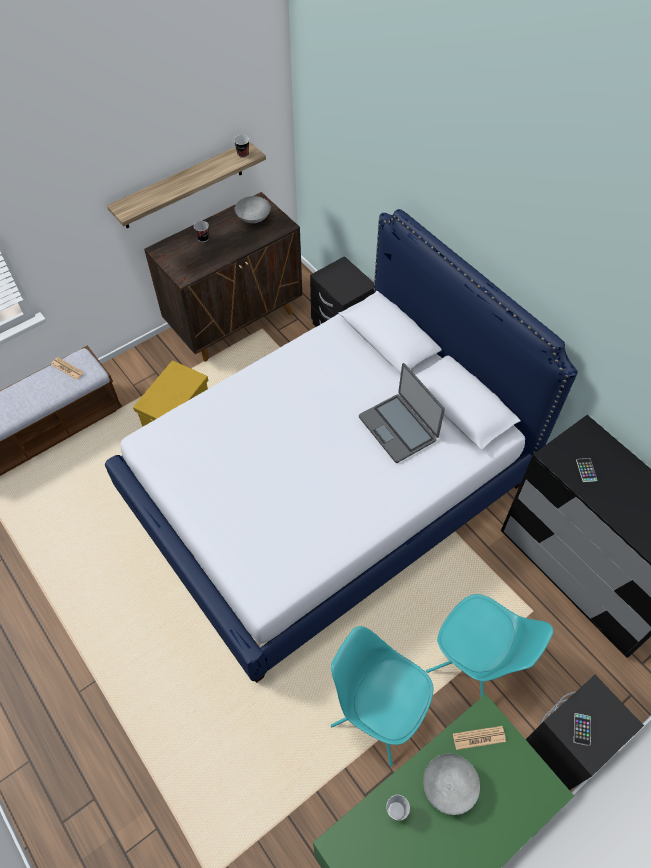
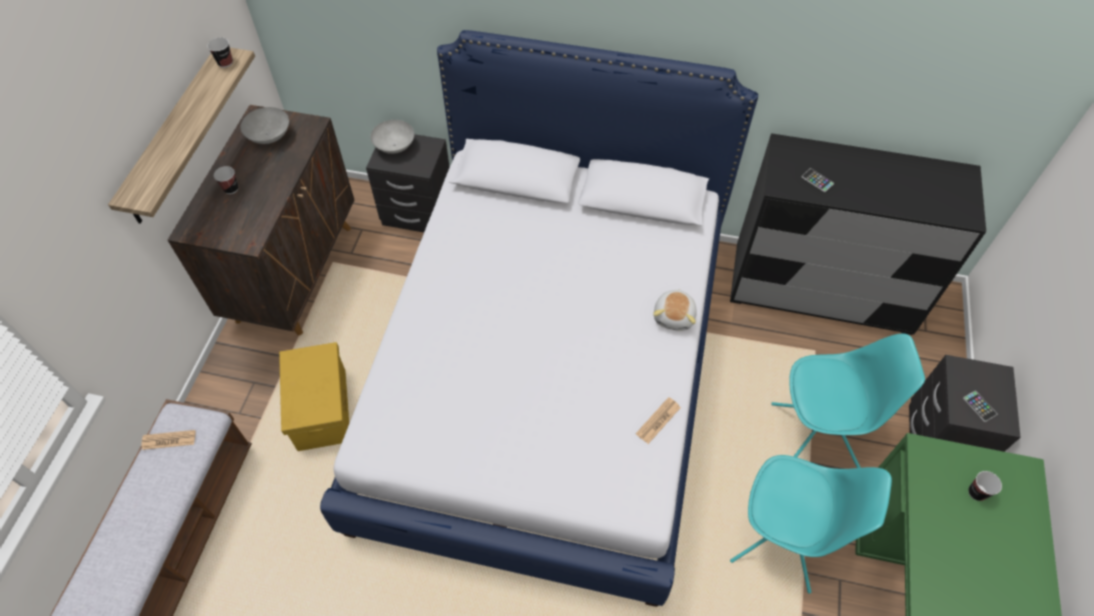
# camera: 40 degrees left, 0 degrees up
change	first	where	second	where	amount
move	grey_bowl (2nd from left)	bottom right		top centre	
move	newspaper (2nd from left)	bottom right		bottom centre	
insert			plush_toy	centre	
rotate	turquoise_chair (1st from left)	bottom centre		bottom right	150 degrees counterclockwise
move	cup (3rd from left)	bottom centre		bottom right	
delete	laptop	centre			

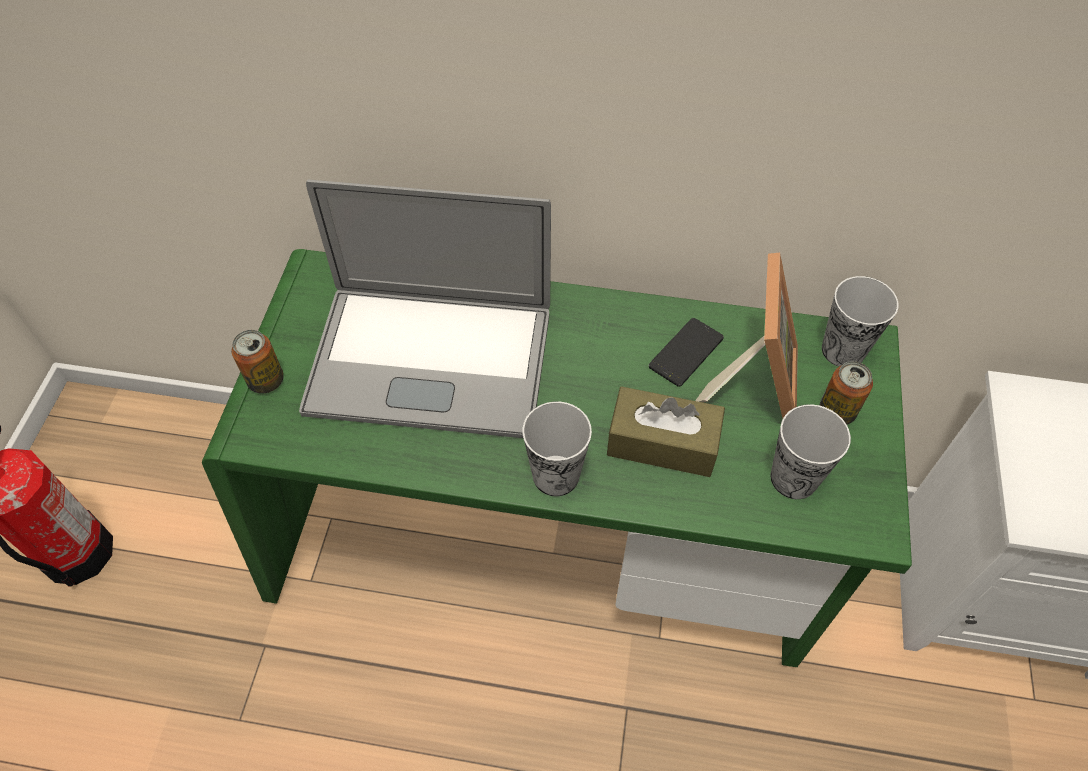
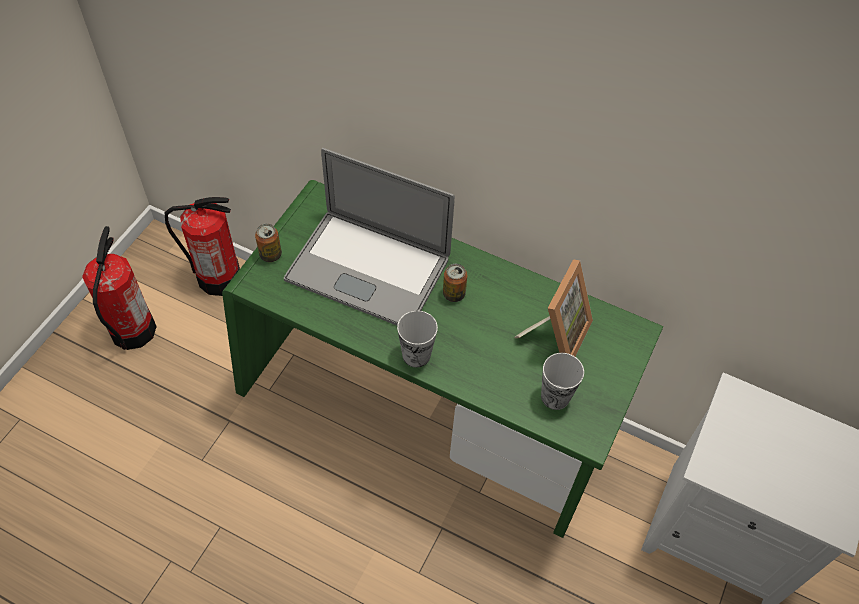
# camera: 15 degrees right, 0 degrees up
change	first	where	second	where	amount
insert			fire_extinguisher (2nd from left)	middle left	
move	can (2nd from left)	middle right		centre	
delete	brown_tissue_box	centre			
delete	phone	centre			
delete	cup (3rd from left)	middle right			

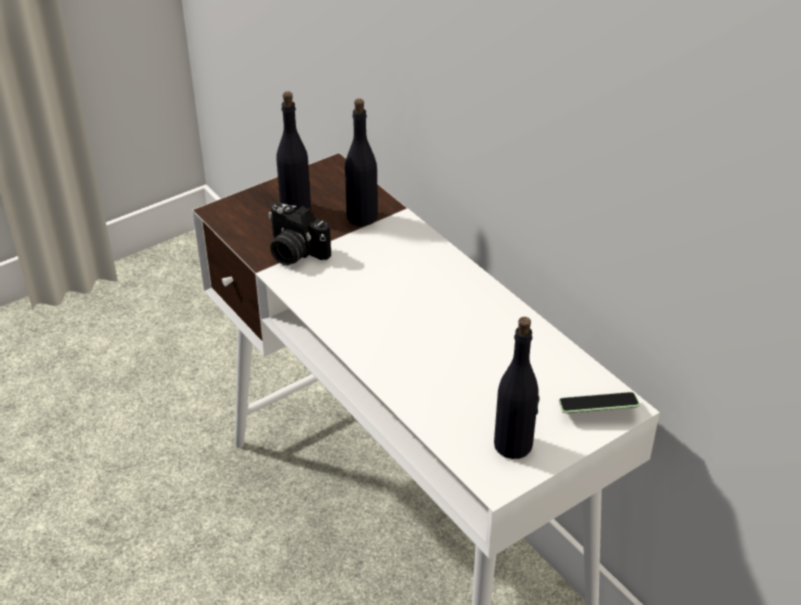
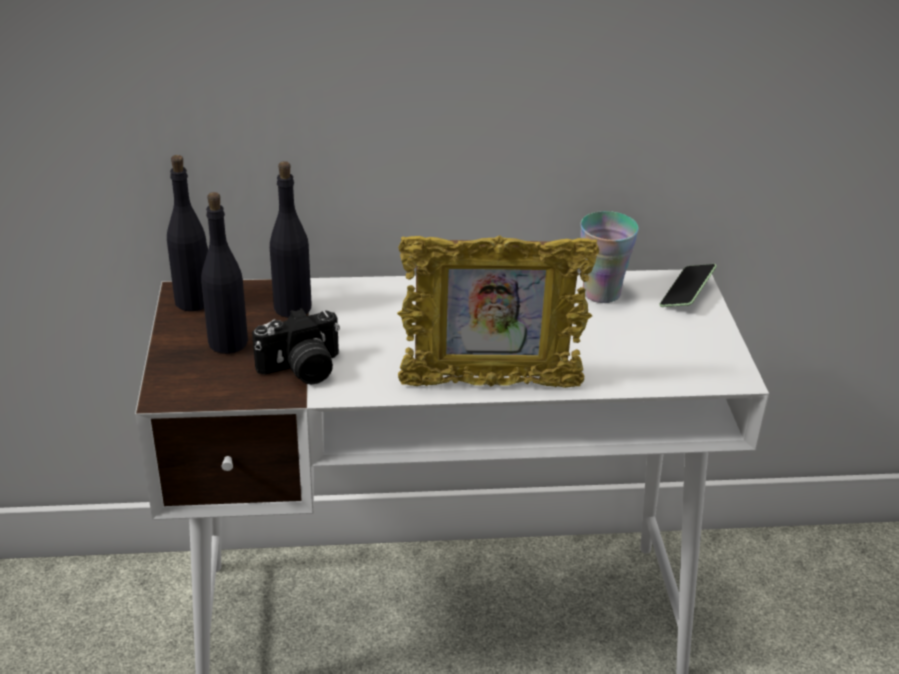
# camera: 60 degrees left, 5 degrees down
change	first	where	second	where	amount
move	black_bottle (3rd from left in the first image)	centre	black_bottle (1st from left)	middle left	
insert			picture_frame	centre	
insert			cup	middle right	

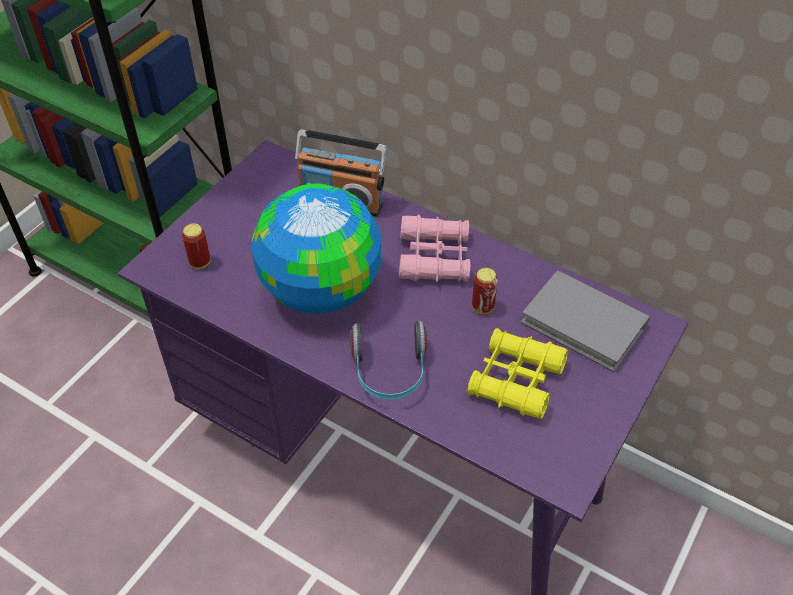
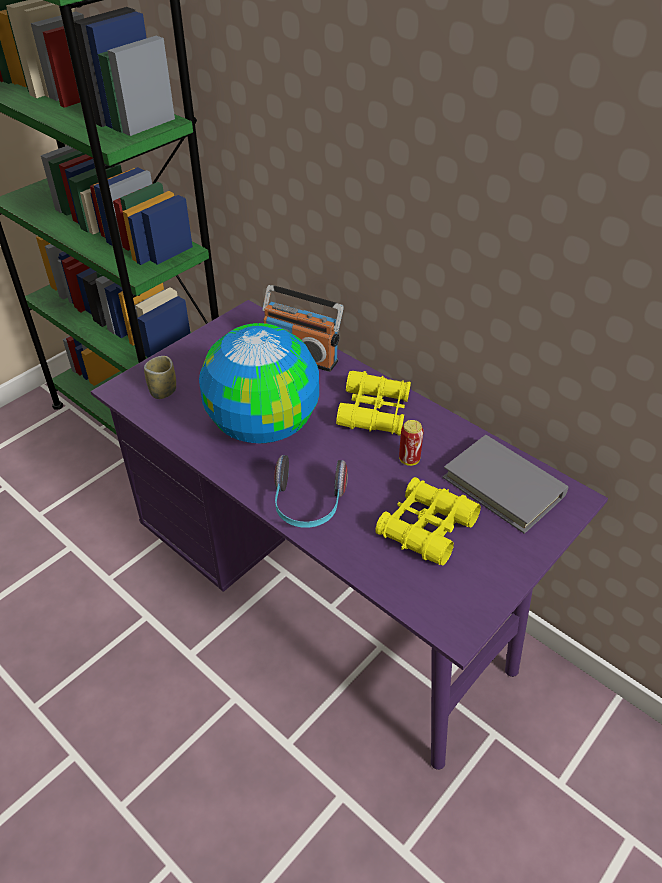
# camera: 10 degrees right, 5 degrees down
change	first	where	second	where	amount
replace	can (1st from left)	middle left	cup	middle left	
recolor	pink_binoculars	centre	yellow_binoculars (1st from left)	centre	

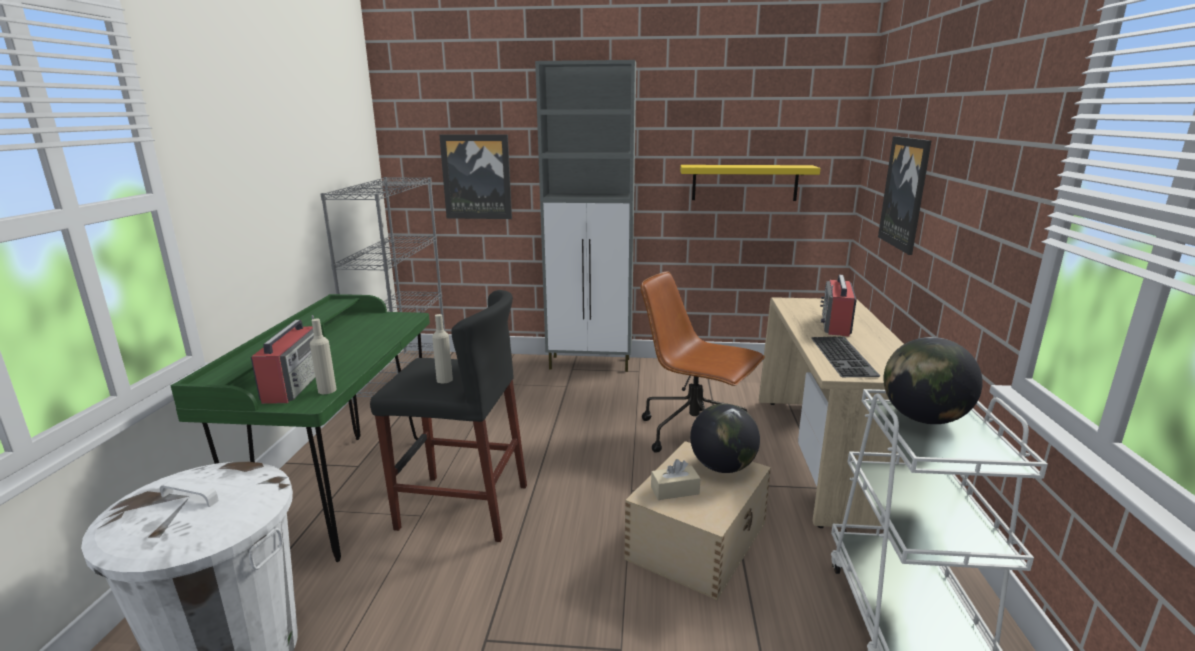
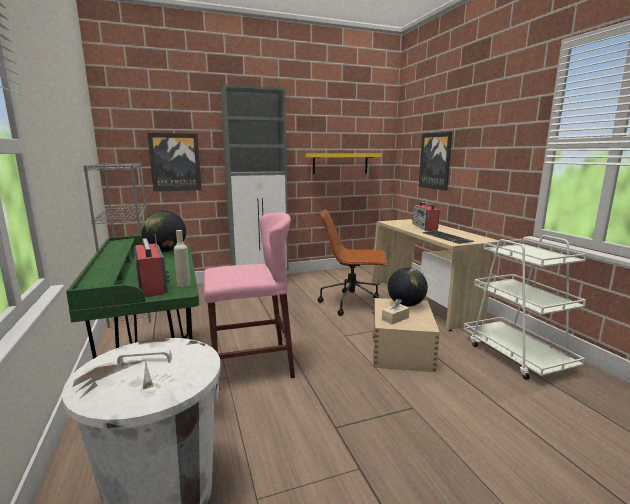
# camera: 25 degrees left, 5 degrees down
change	first	where	second	where	amount
move	globe (2nd from left in the first image)	middle right	globe (1st from left)	middle left	
recolor	black_stool	centre	pink_stool	centre	
delete	beige_bottle (2nd from left)	centre			

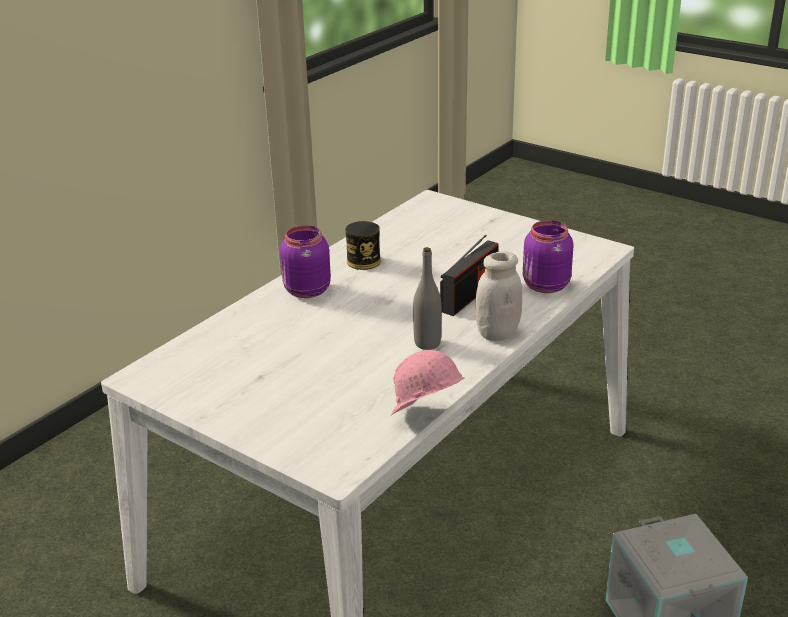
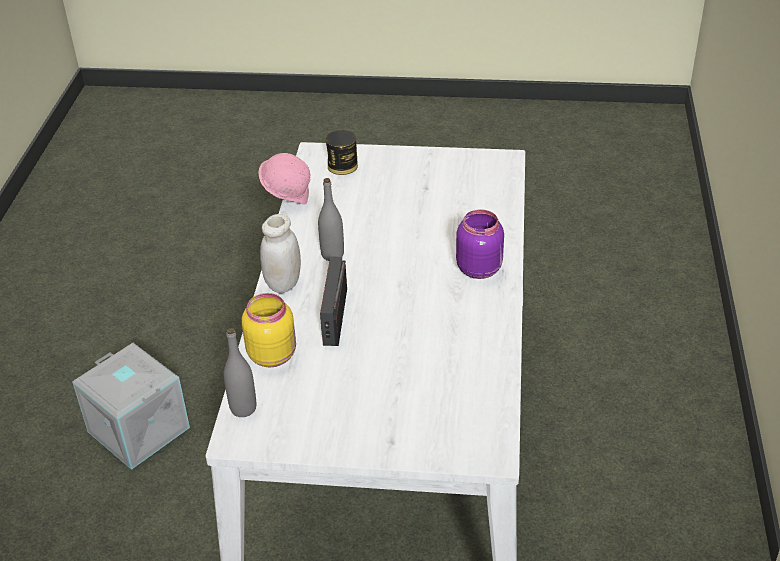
# camera: 150 degrees right, 10 degrees up
change	first	where	second	where	amount
insert			grey_bottle (1st from left)	middle left	
recolor	purple_jar (2nd from left)	middle right	yellow_jar	centre	
move	can	centre		top centre	

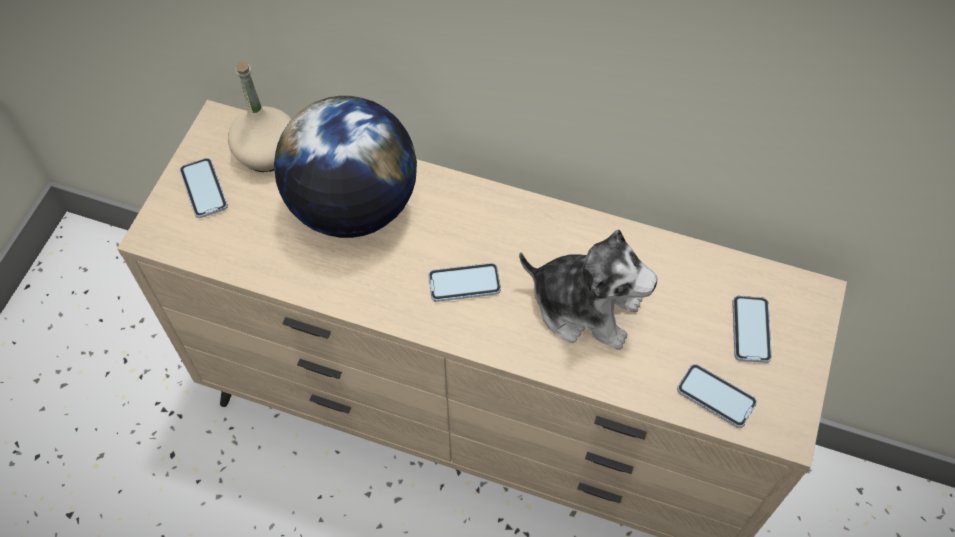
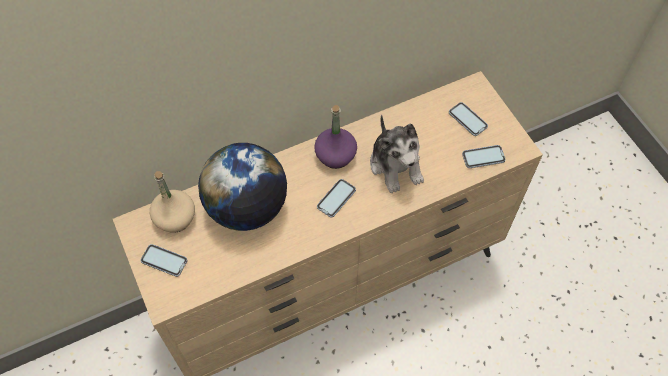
# camera: 45 degrees left, 0 degrees up
change	first	where	second	where	amount
insert			purple_bottle	centre	
rotate	plush_toy	centre		centre	90 degrees clockwise

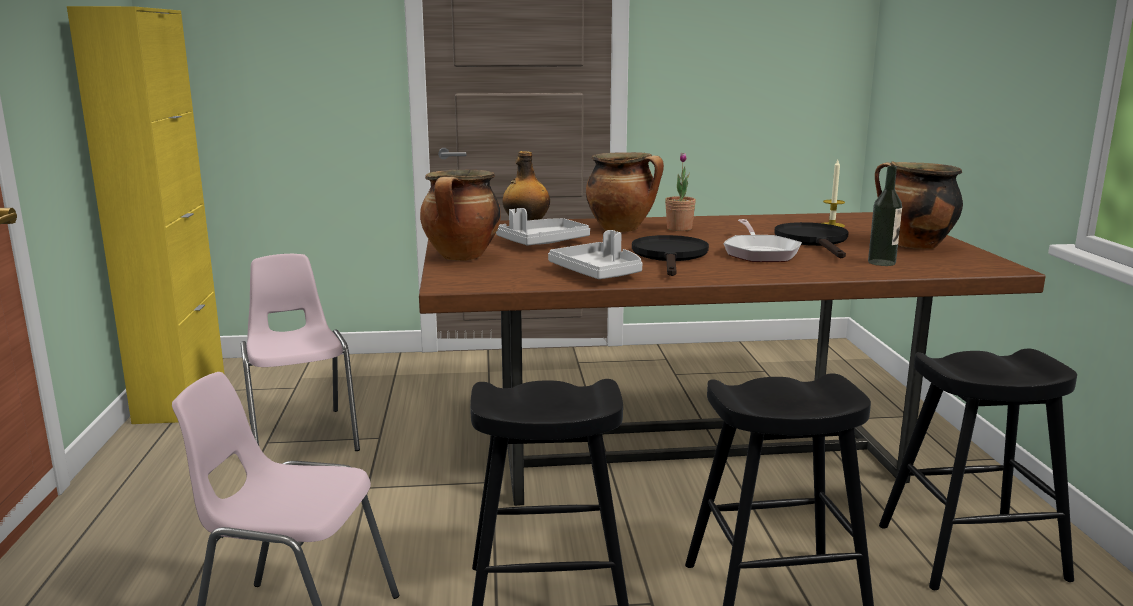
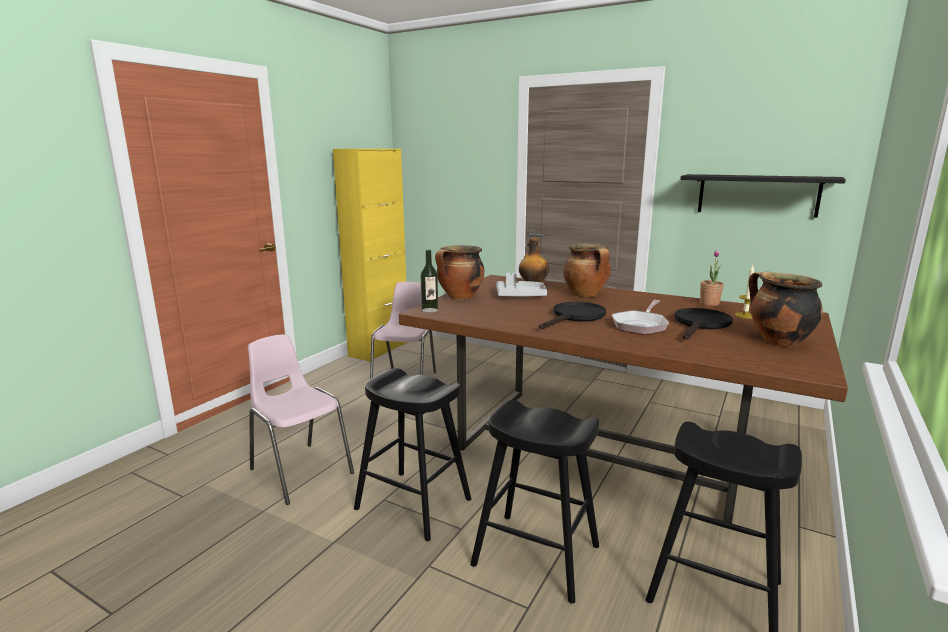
# camera: 35 degrees right, 0 degrees up
change	first	where	second	where	amount
move	bottle (2nd from left in the first image)	middle right	bottle (1st from left)	centre	
insert			black_shelf	top right	
move	potted_plant	top centre		middle right	
delete	grey_tray (2nd from left)	centre			

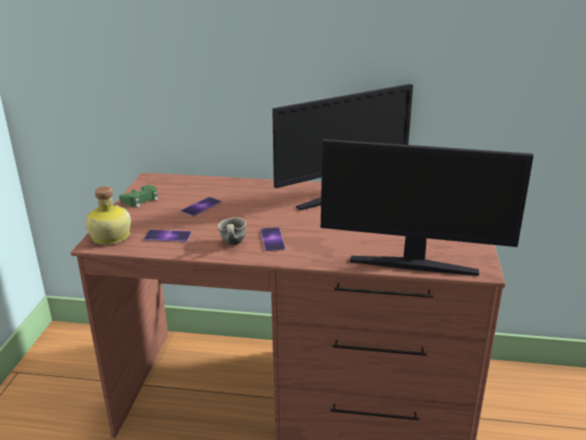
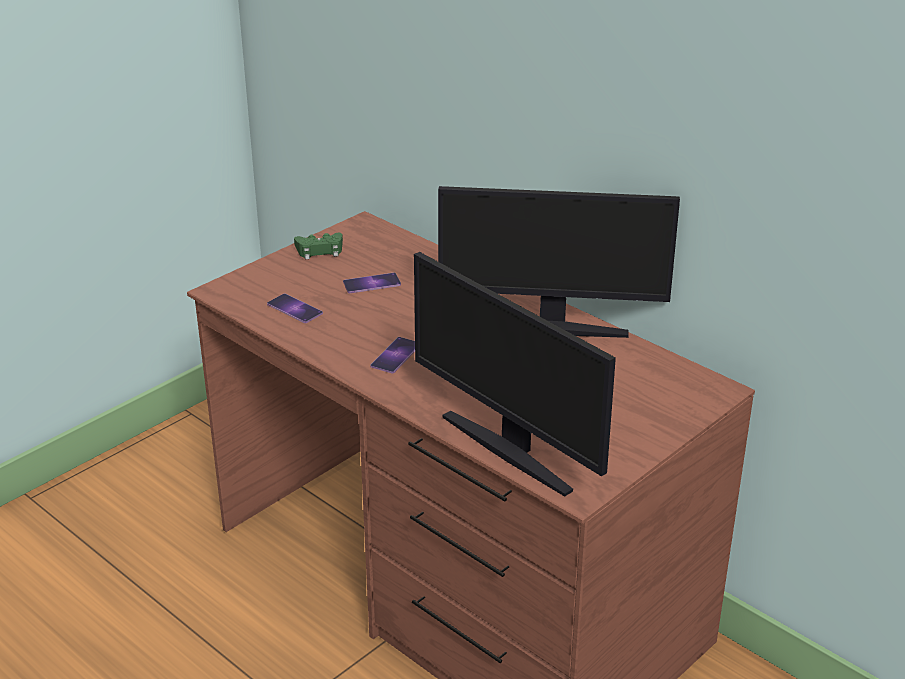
# camera: 35 degrees right, 5 degrees up
change	first	where	second	where	amount
delete	bottle	middle left			
delete	grey_mug	centre			

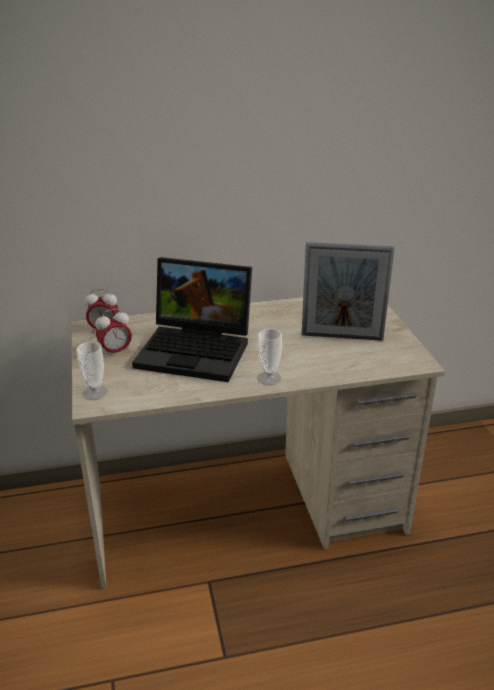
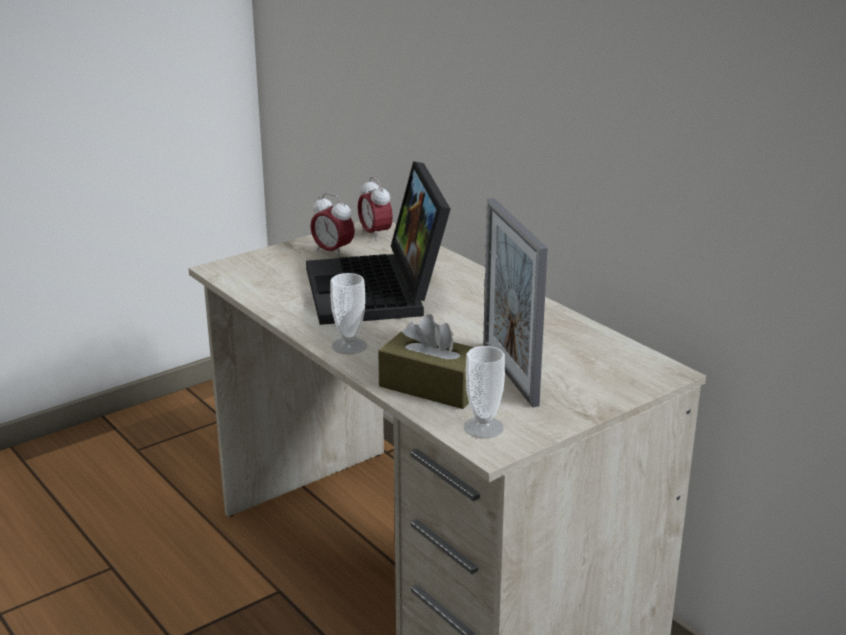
# camera: 65 degrees right, 5 degrees down
change	first	where	second	where	amount
insert			brown_tissue_box	centre	
move	cup (1st from left in the first image)	middle left	cup (2nd from left)	centre	

